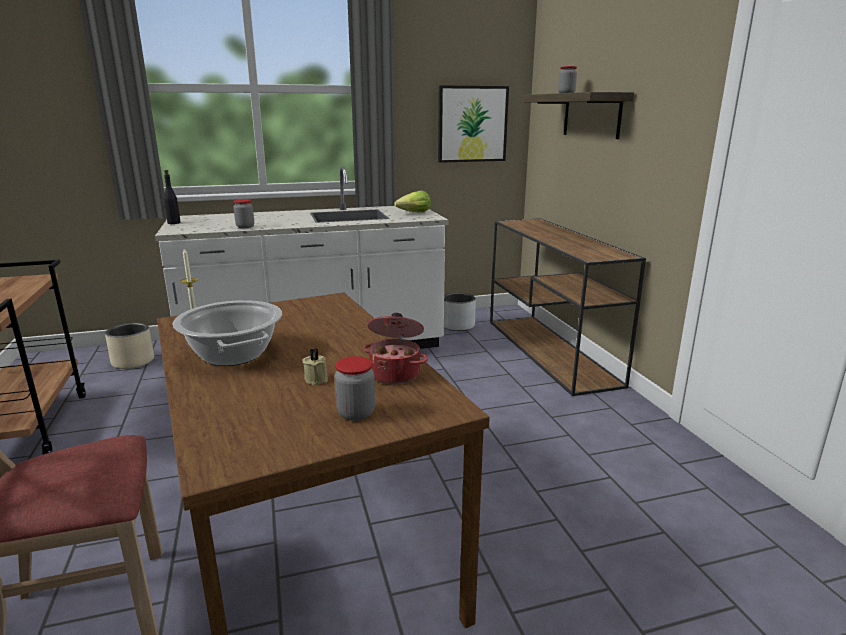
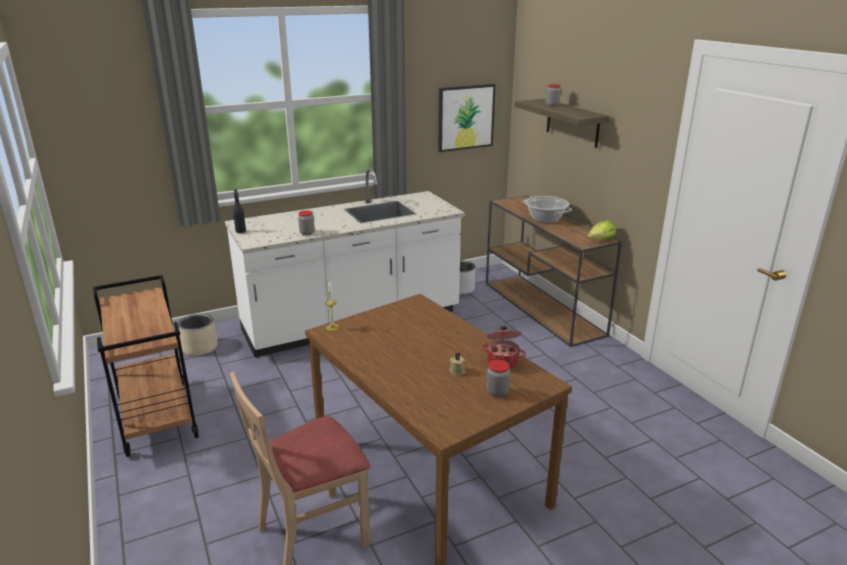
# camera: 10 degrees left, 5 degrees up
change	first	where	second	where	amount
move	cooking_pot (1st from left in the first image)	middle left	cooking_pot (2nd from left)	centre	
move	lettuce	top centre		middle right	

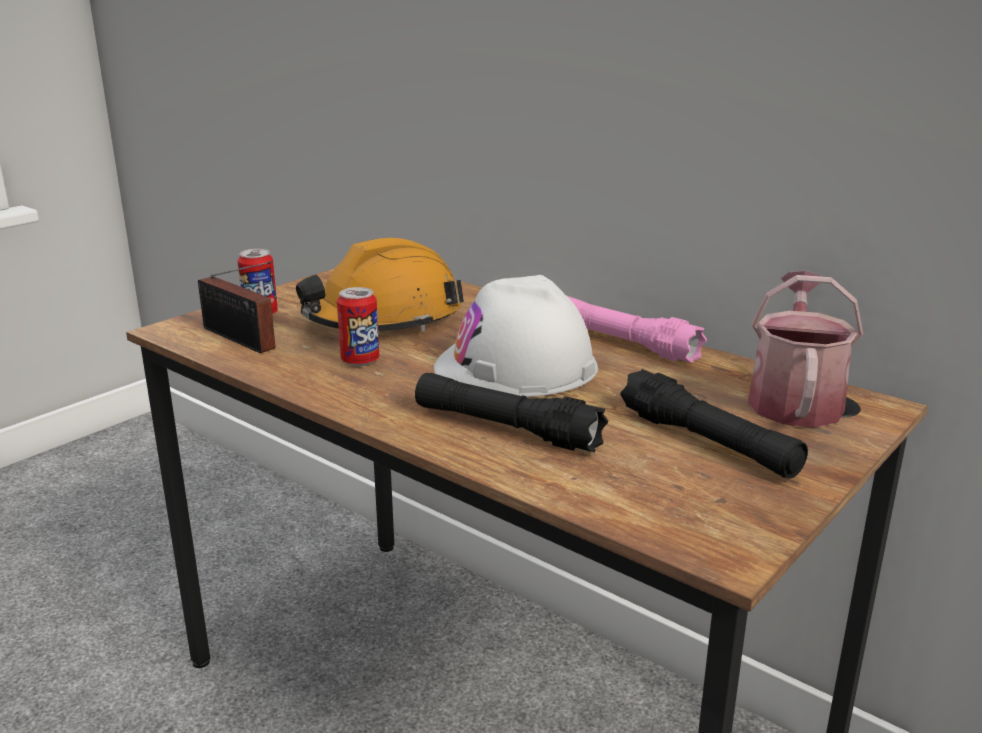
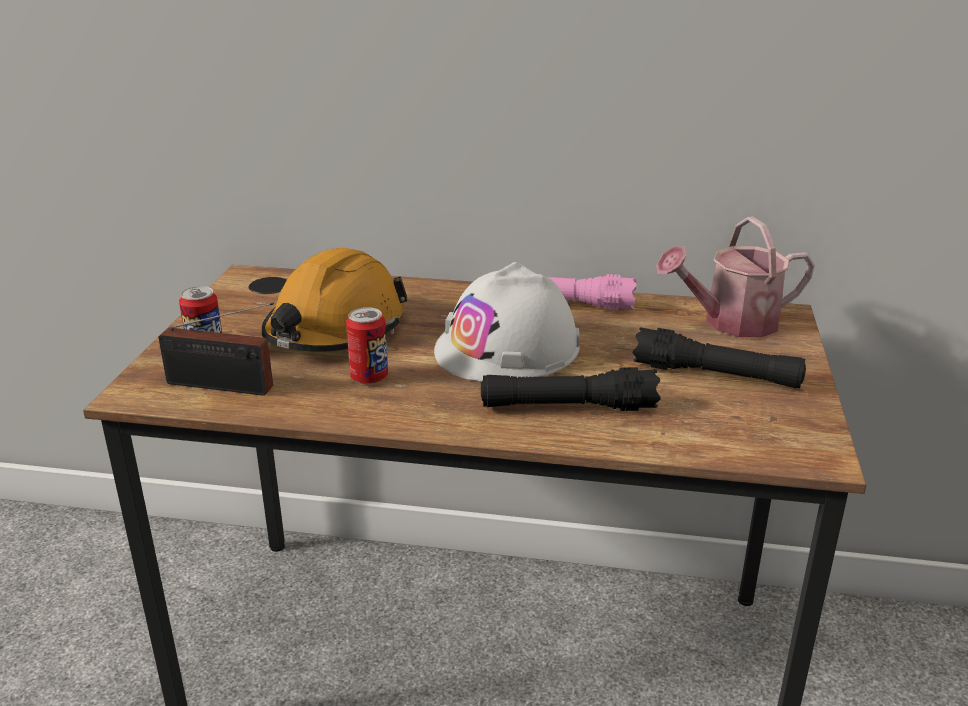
# camera: 30 degrees left, 5 degrees up
change	first	where	second	where	amount
rotate	watering_can	middle right		middle right	90 degrees counterclockwise

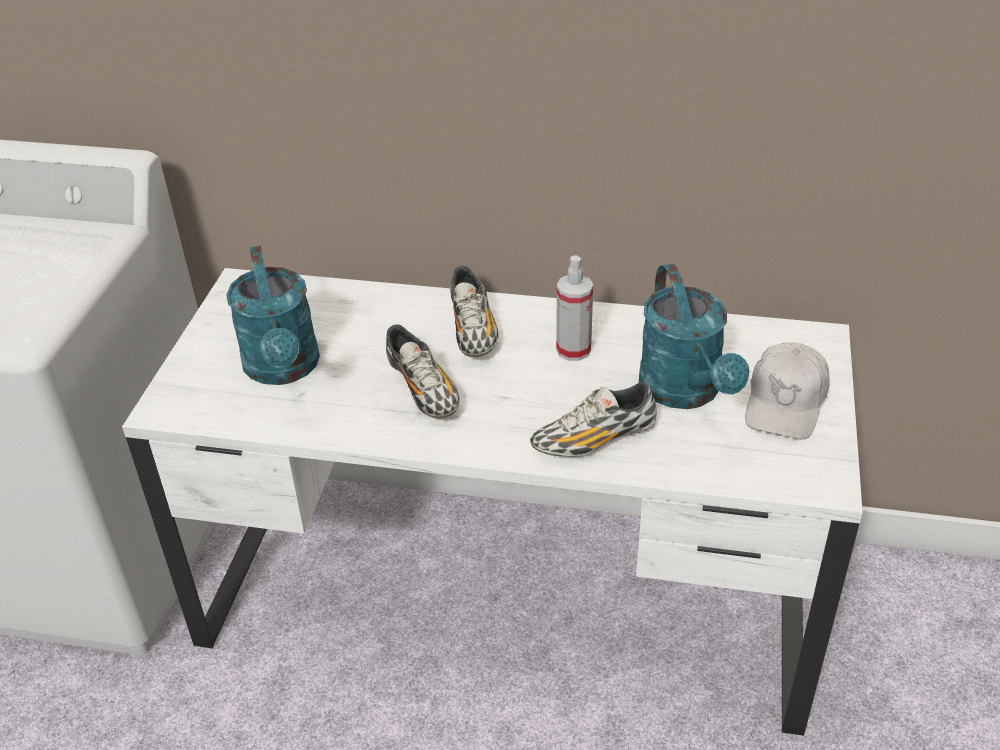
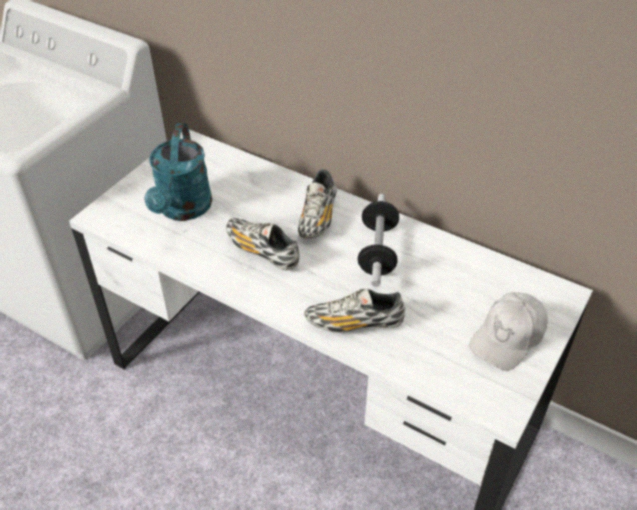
# camera: 20 degrees right, 5 degrees up
change	first	where	second	where	amount
rotate	shoe (1st from left)	centre		centre	135 degrees clockwise
replace	spray_bottle	centre	dumbbell	centre	
delete	turquoise_watering_can (2nd from left)	middle right			

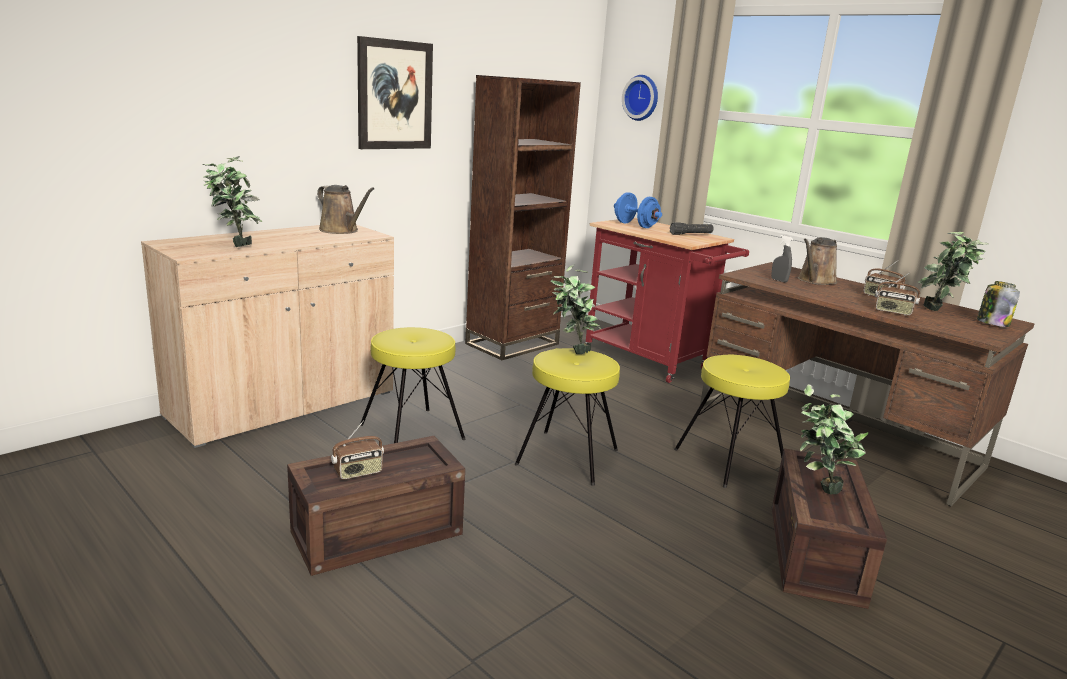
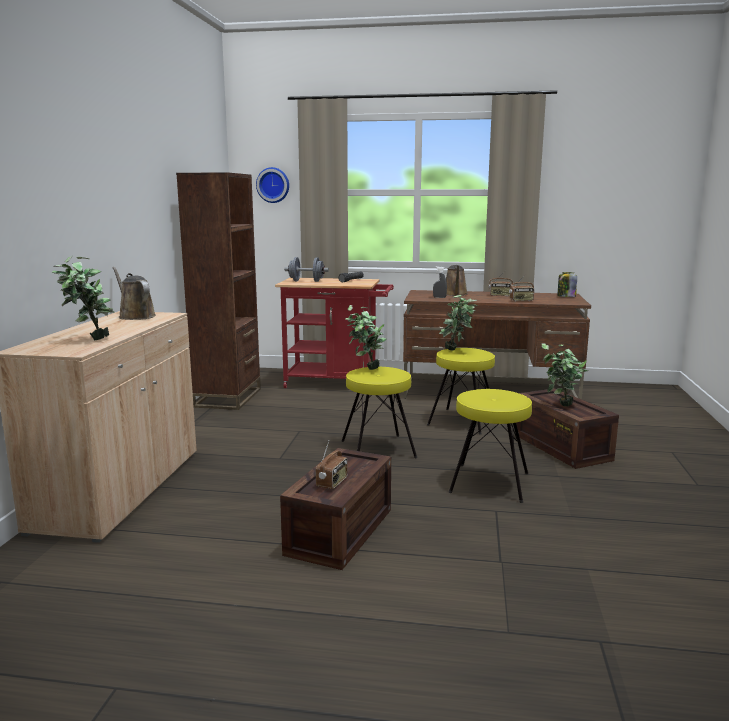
# camera: 35 degrees left, 5 degrees down
change	first	where	second	where	amount
rotate	brown_watering_can (1st from left)	top left		middle left	135 degrees counterclockwise
recolor	blue_dumbbell	top centre	grey_dumbbell	centre	
move	potted_plant (4th from left in the first image)	middle right	potted_plant (3rd from left)	centre	
move	yellow_stool (1st from left in the first image)	centre	yellow_stool (3rd from left)	middle right	
delete	picture	top centre			

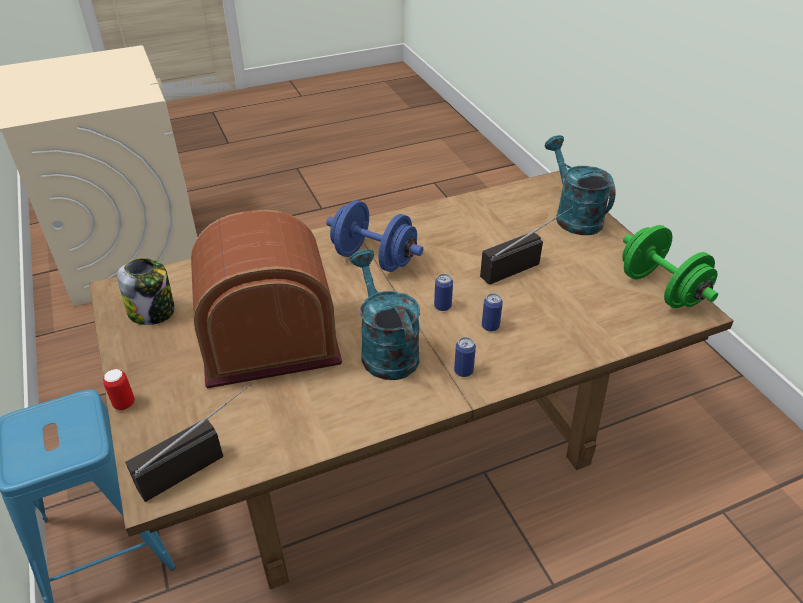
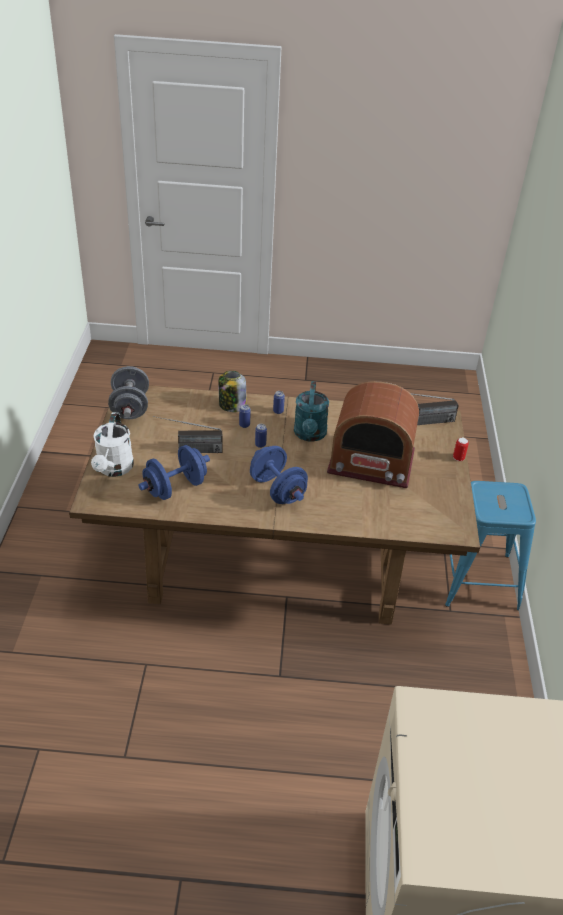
# camera: 155 degrees left, 0 degrees up
change	first	where	second	where	amount
recolor	turquoise_watering_can (2nd from left)	top right	white_watering_can	middle left	
recolor	green_dumbbell	middle right	grey_dumbbell	middle left	
insert			blue_dumbbell (1st from left)	middle left	
move	jar	middle left		centre	

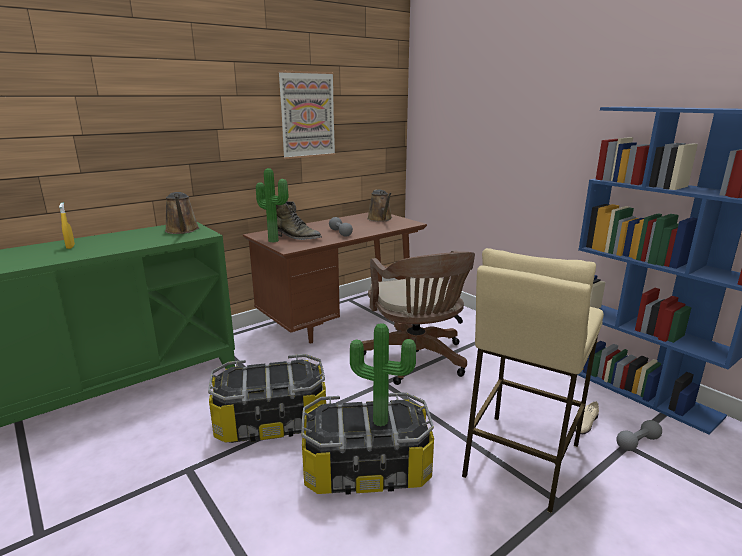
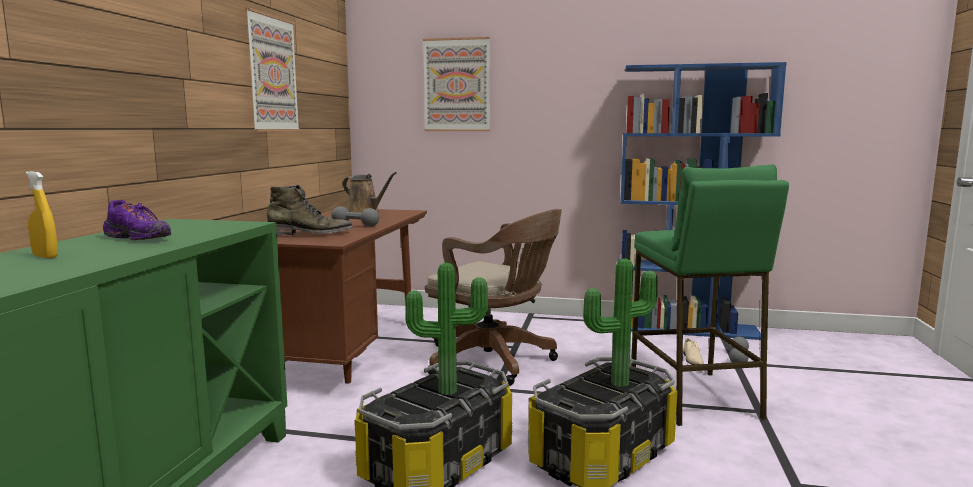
# camera: 40 degrees left, 10 degrees down
change	first	where	second	where	amount
insert			purple_shoe	middle left	
move	potted_plant (1st from left)	centre		bottom centre	
insert			picture (2nd from left)	top centre	
recolor	beige_stool	bottom right	green_stool	middle right	
delete	brown_watering_can (1st from left)	middle left			

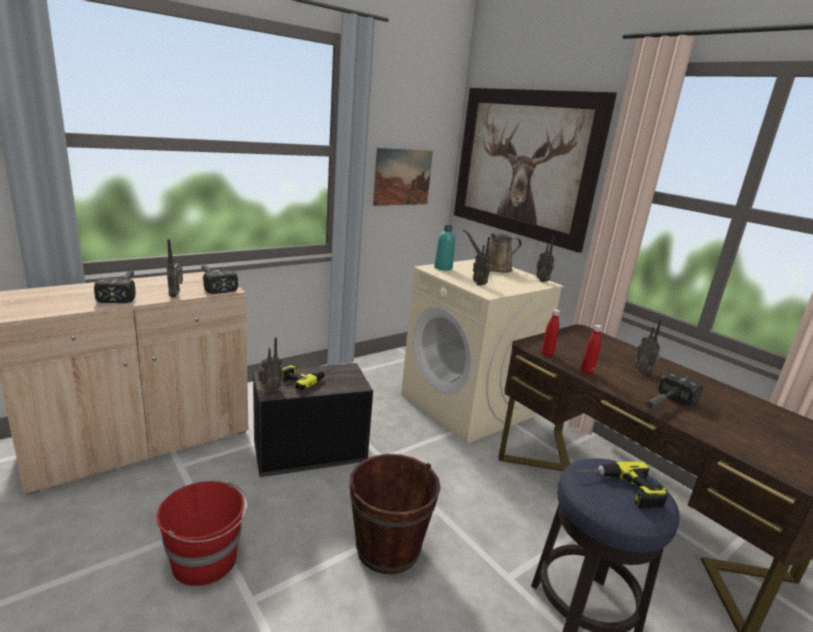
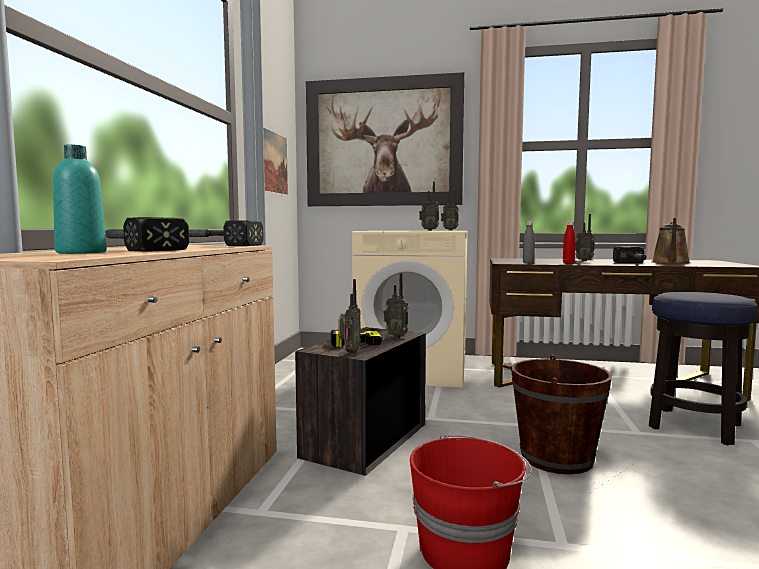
# camera: 40 degrees left, 15 degrees down
change	first	where	second	where	amount
move	turquoise_bottle	centre		middle left	
move	radio (1st from left in the first image)	middle left	radio (2nd from left)	centre	
recolor	red_bottle (1st from left)	middle right	grey_bottle	middle right	
move	brown_watering_can	centre		middle right	
delete	power_drill (2nd from left)	bottom right			

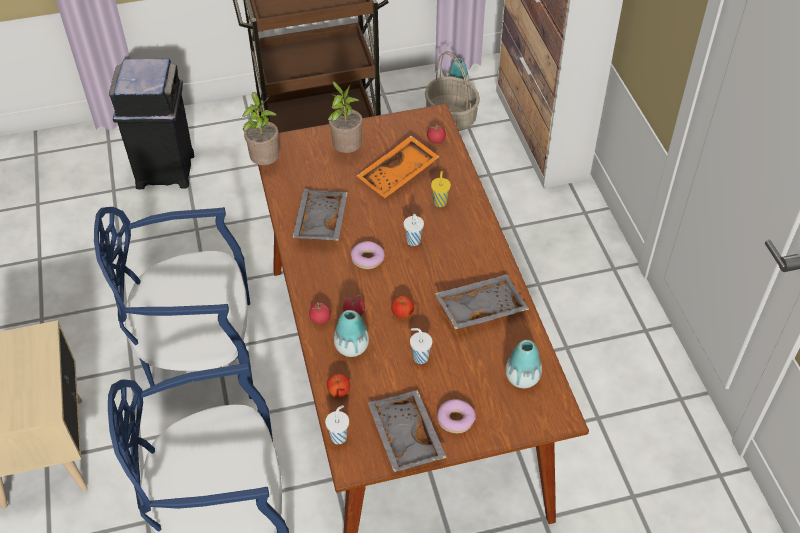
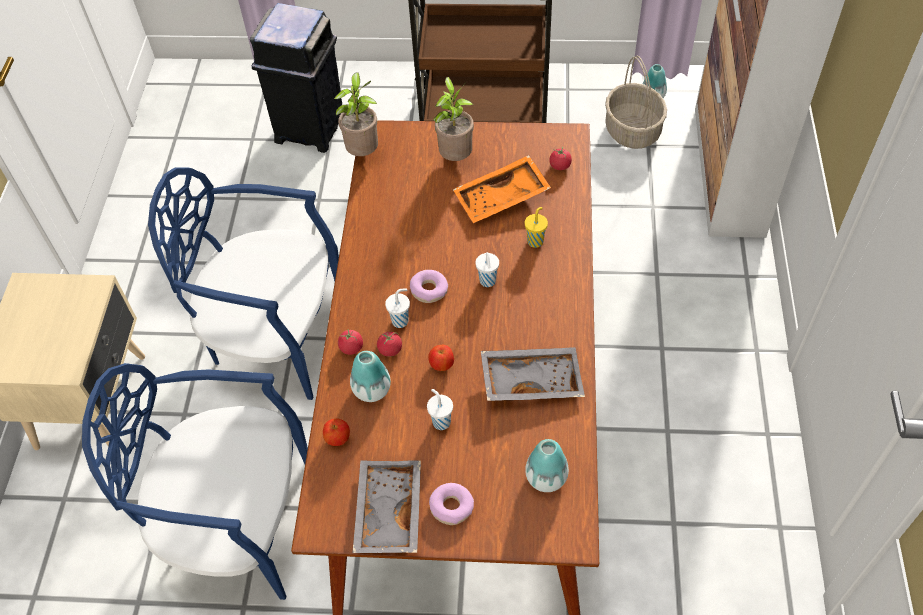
# camera: 20 degrees right, 5 degrees up
change	first	where	second	where	amount
move	white_cup (1st from left)	bottom centre		centre	
delete	grey_tray (1st from left)	centre			

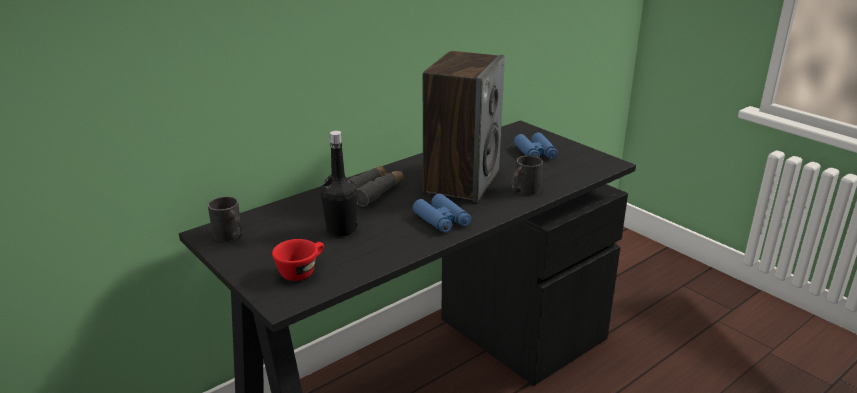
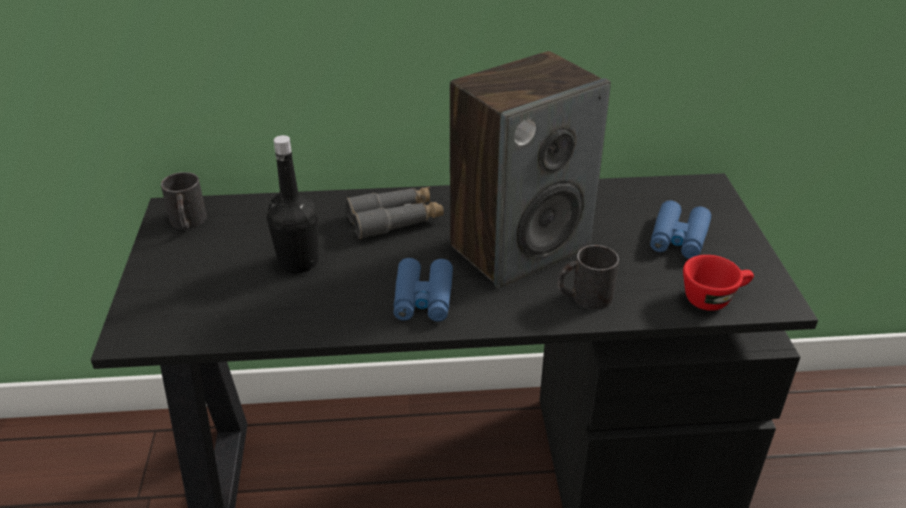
# camera: 35 degrees right, 10 degrees up
change	first	where	second	where	amount
move	red_cup	centre		middle right	

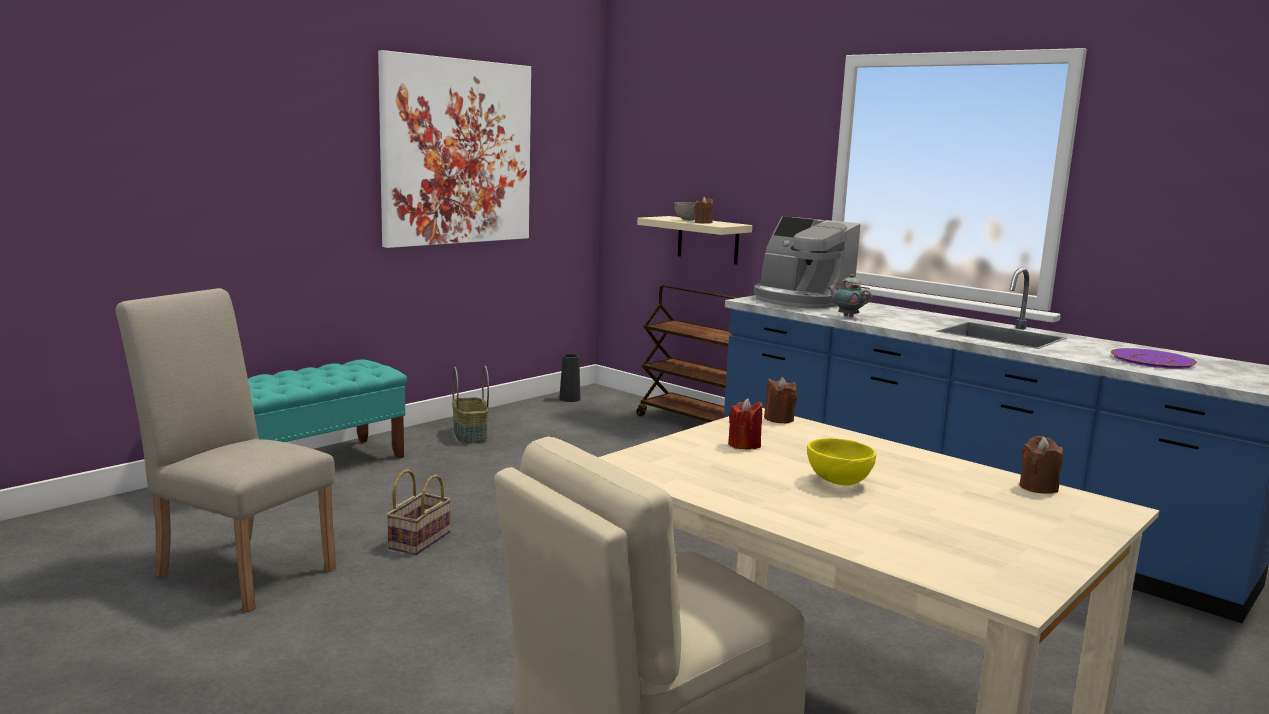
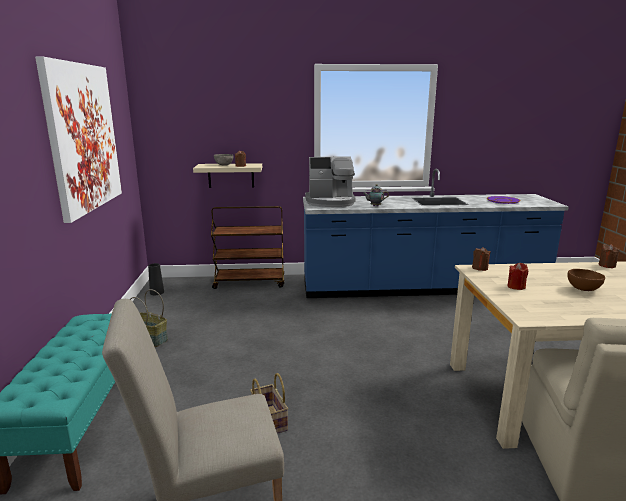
# camera: 45 degrees left, 5 degrees up
change	first	where	second	where	amount
recolor	yellow_bowl	centre	brown_bowl	middle right	

